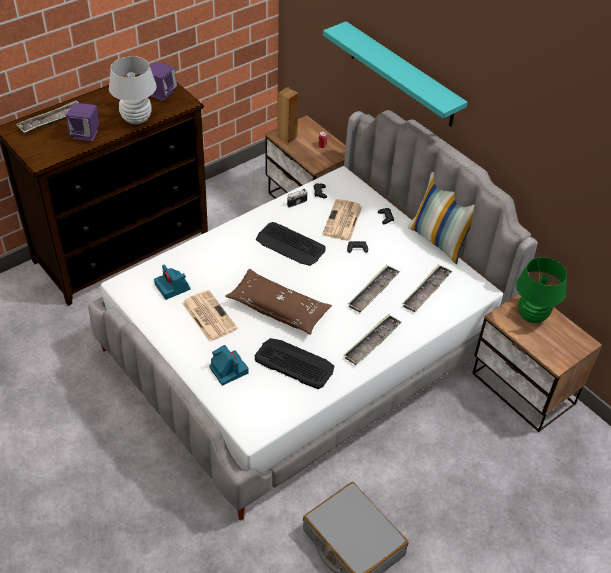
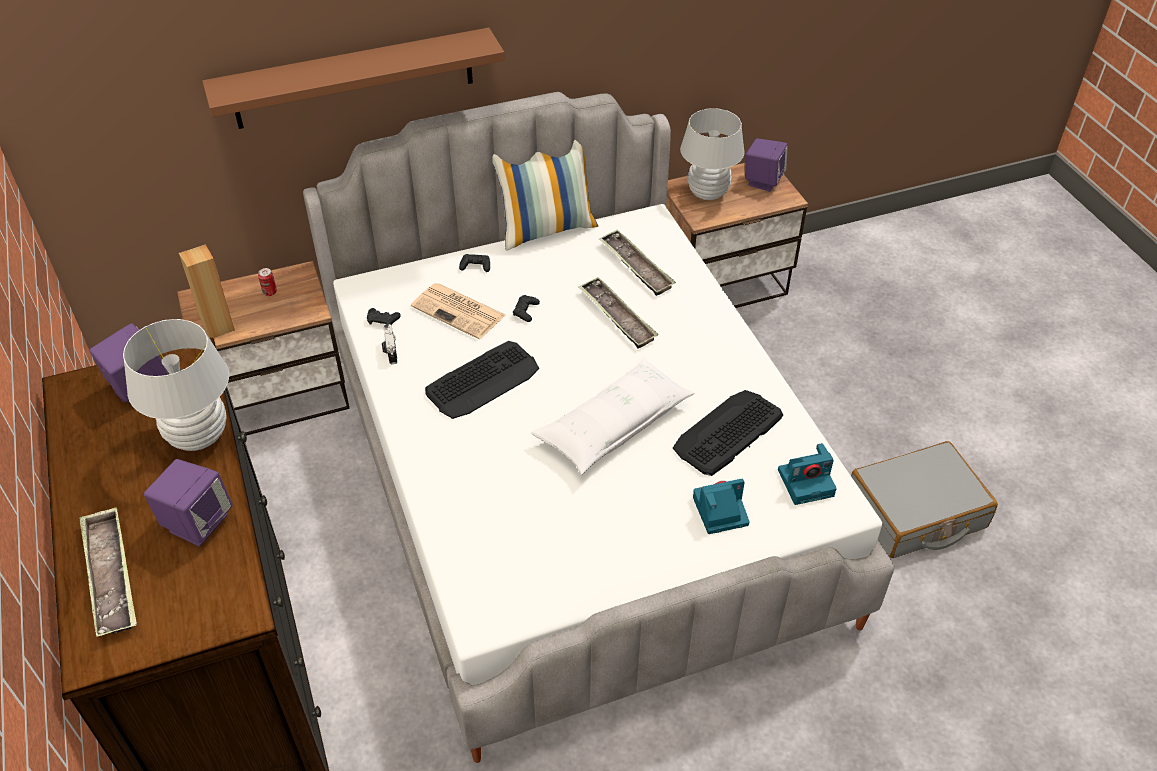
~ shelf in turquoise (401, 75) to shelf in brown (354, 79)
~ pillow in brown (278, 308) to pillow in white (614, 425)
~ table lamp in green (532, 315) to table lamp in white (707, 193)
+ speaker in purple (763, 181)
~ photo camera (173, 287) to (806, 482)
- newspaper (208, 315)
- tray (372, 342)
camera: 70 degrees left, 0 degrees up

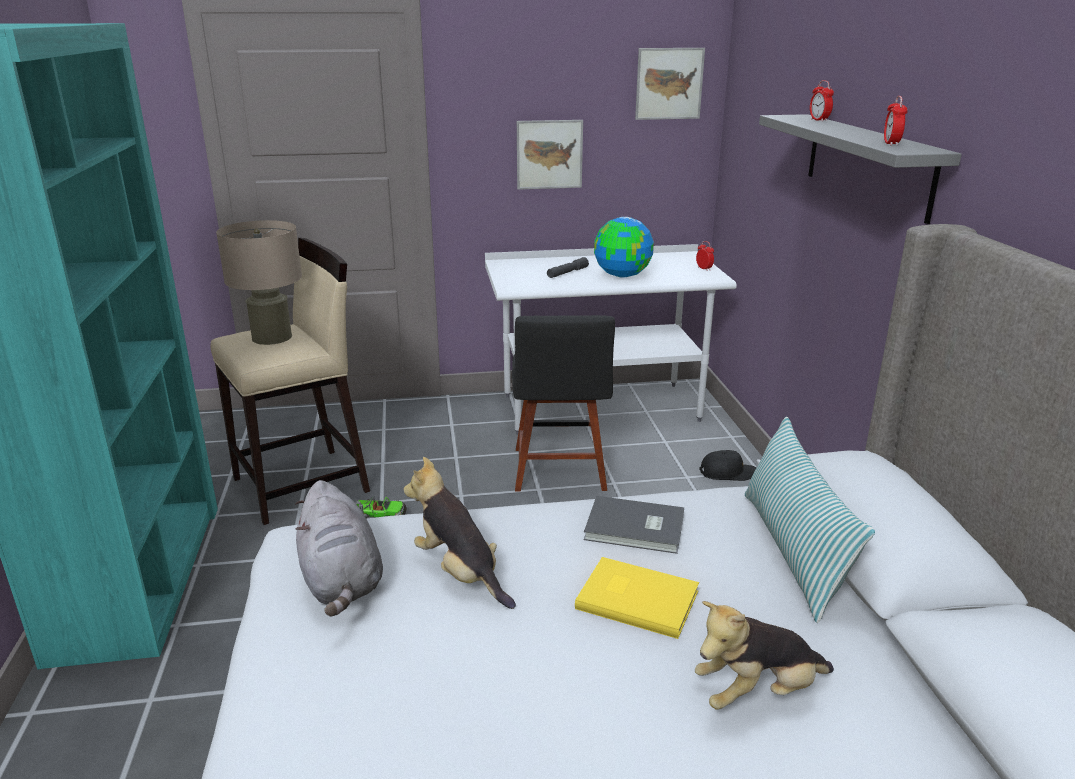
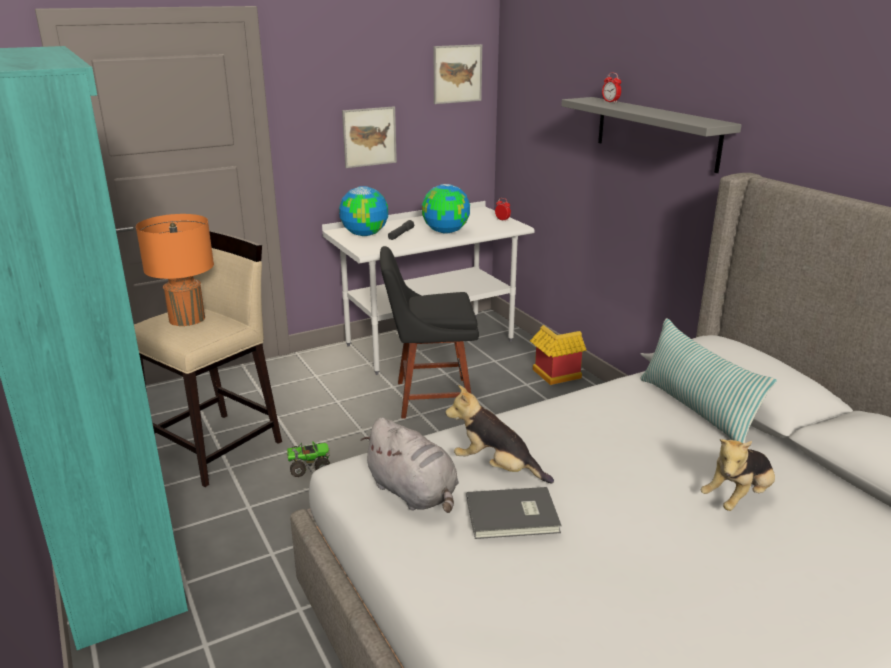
~ table lamp in beige (272, 337) to table lamp in orange (187, 319)
+ globe (364, 234)
~ chair in black (559, 472) = (429, 398) 105 degrees clockwise
~ book in grey (636, 529) to (514, 516)
~ cap in black (728, 473) to toy house (553, 376)
- book in yellow (636, 598)
- alarm clock (891, 144)
camera: 20 degrees left, 0 degrees up

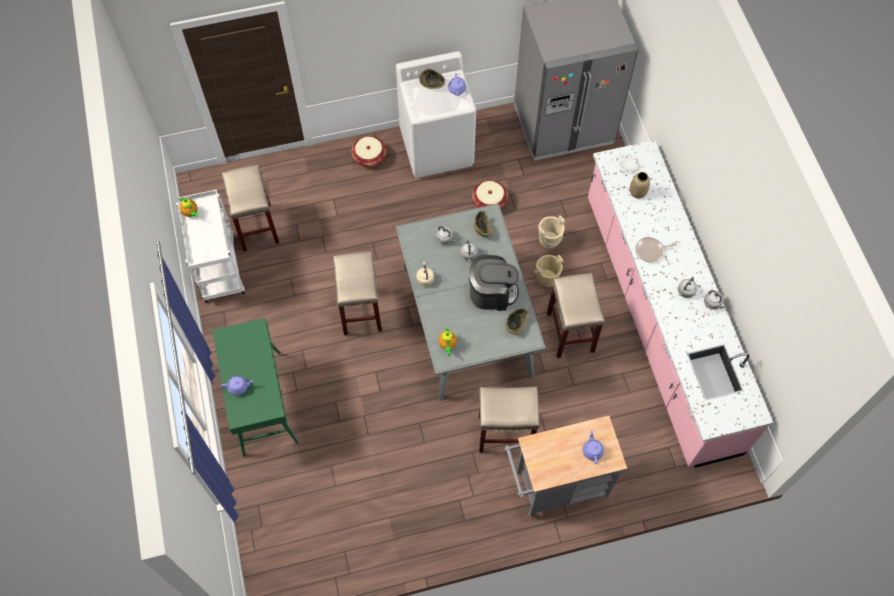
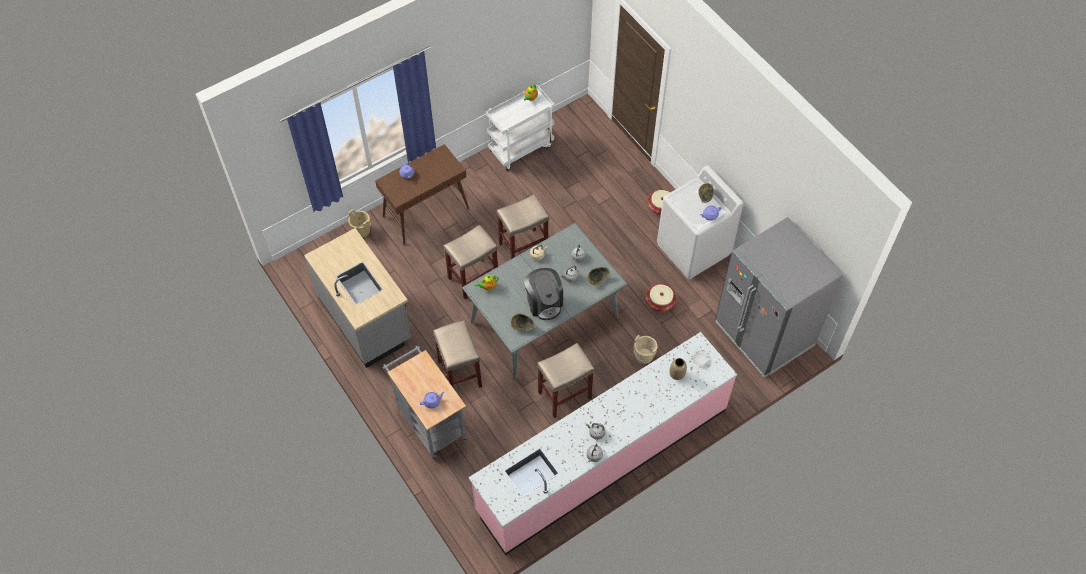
+ counter in grey (365, 319)
~ bucket in beige (547, 278) to (361, 230)
~ console table in green (261, 402) to console table in brown (426, 212)
~ stool in beige (256, 226) to (473, 278)
- frying pan (650, 251)
camera: 70 degrees right, 5 degrees down

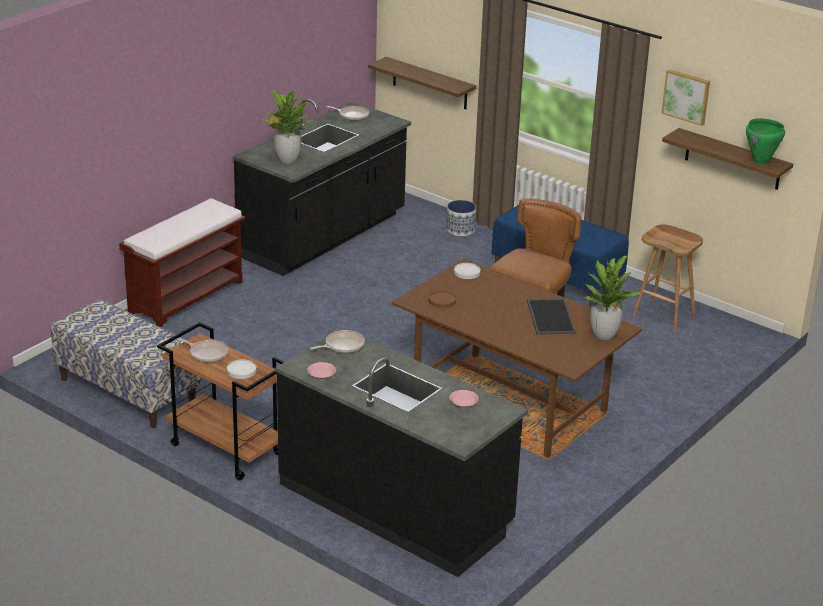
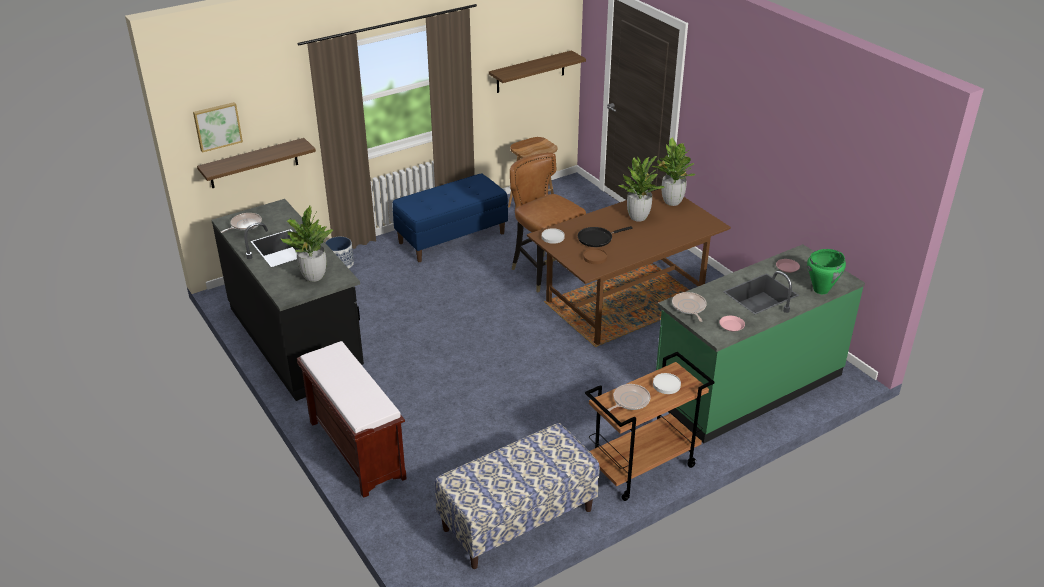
~ picture (686, 96) to (217, 126)
+ frying pan in black (597, 238)
~ tray (549, 316) to potted plant (638, 217)
~ counter in black (396, 505) to counter in green (747, 386)
~ cooking pot in green (761, 161) to (821, 290)
camera: 70 degrees left, 5 degrees up

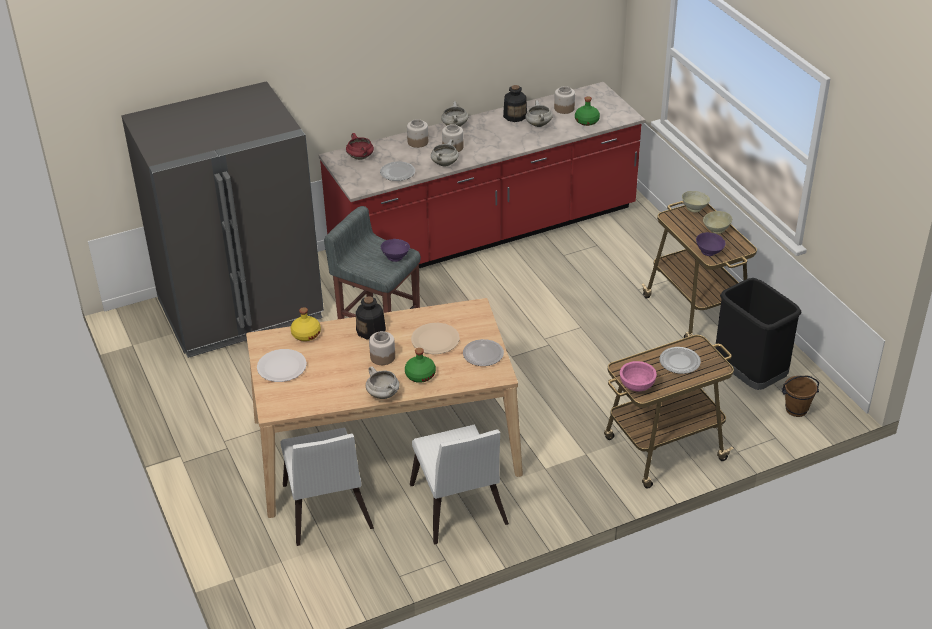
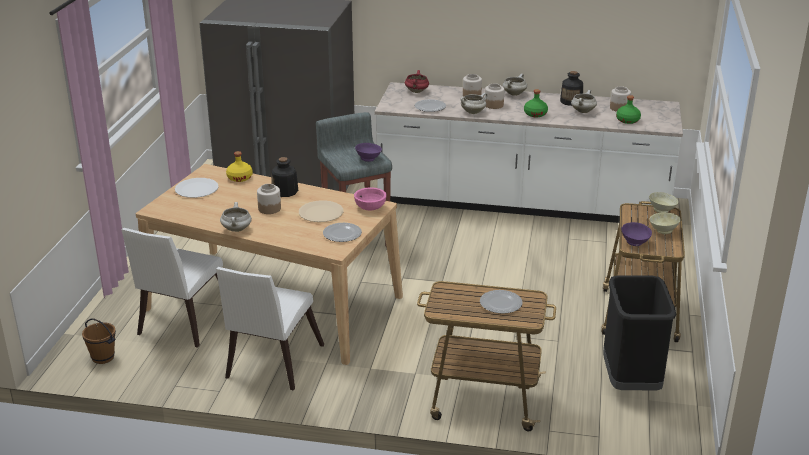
~ bucket in brown (796, 410) to (102, 358)
~ bowl in pink (636, 385) to (370, 207)
~ counter in red (485, 233) to counter in white (522, 203)
~ bottle in green (420, 375) to (535, 114)
camera: 35 degrees right, 10 degrees down

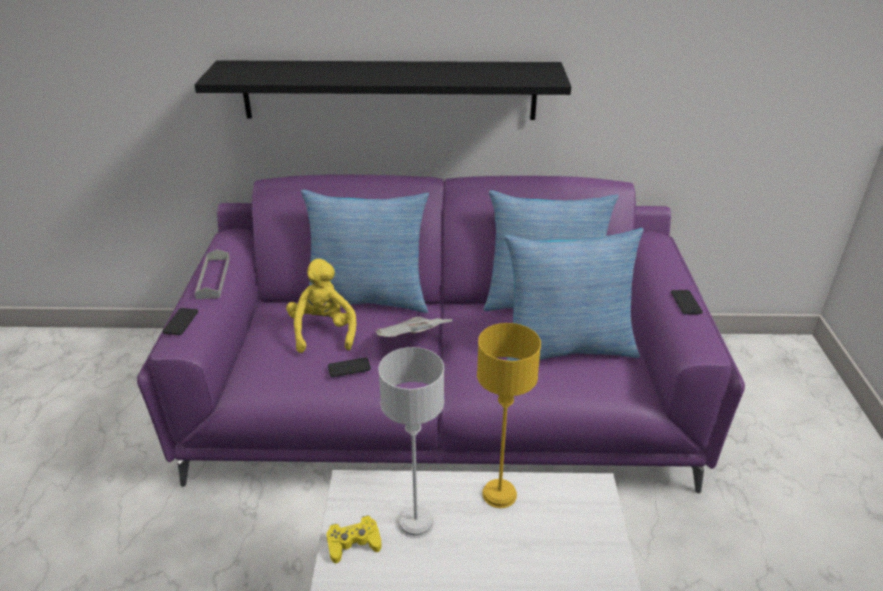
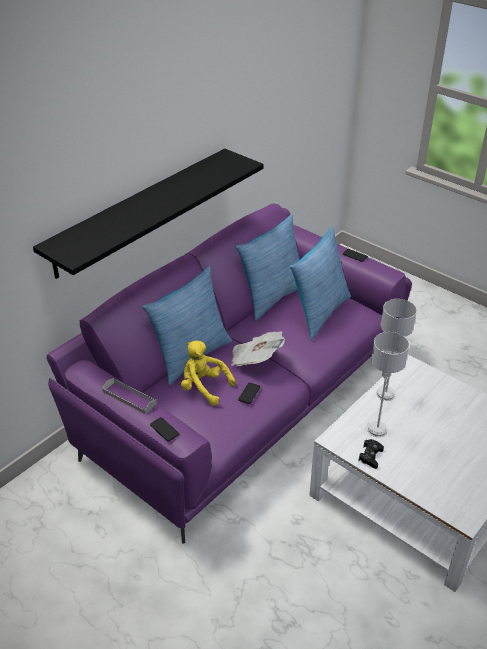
~ game controller in yellow (353, 543) to game controller in black (370, 456)
~ table lamp in yellow (500, 494) to table lamp in grey (385, 393)
camera: 50 degrees left, 5 degrees up

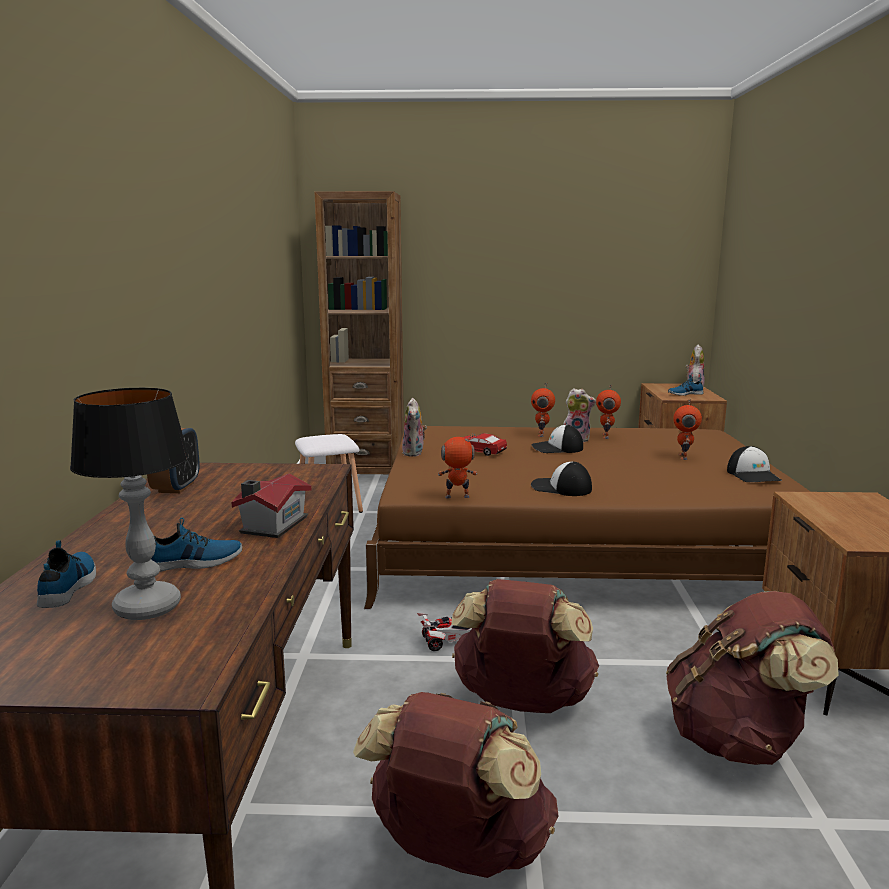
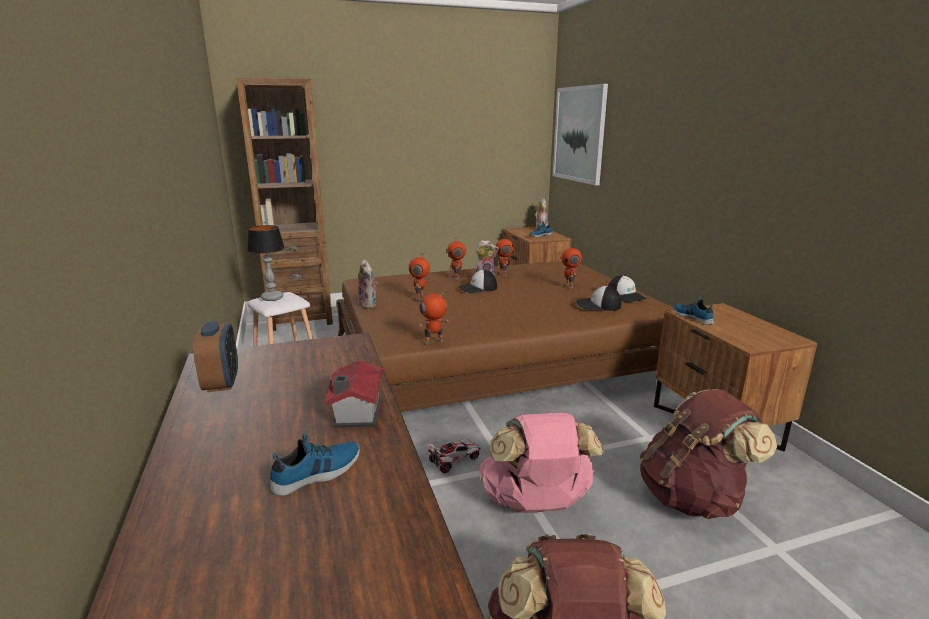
~ table lamp (147, 607) to (272, 298)
~ toy car (479, 451) to toy robot (420, 297)
~ backpack in brown (522, 703) to backpack in pink (536, 504)
+ picture (579, 134)
~ cap (561, 488) to (598, 305)
~ shoe (70, 585) to (693, 317)
camera: 20 degrees left, 5 degrees up

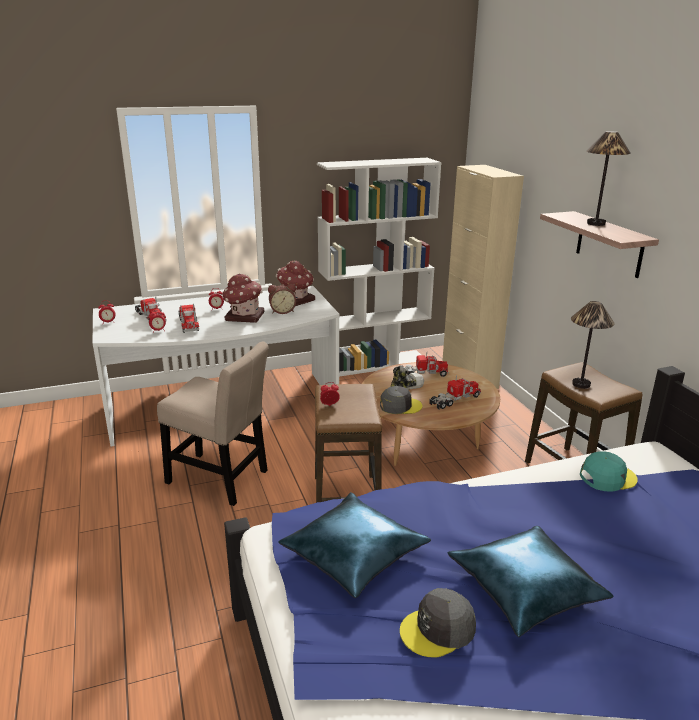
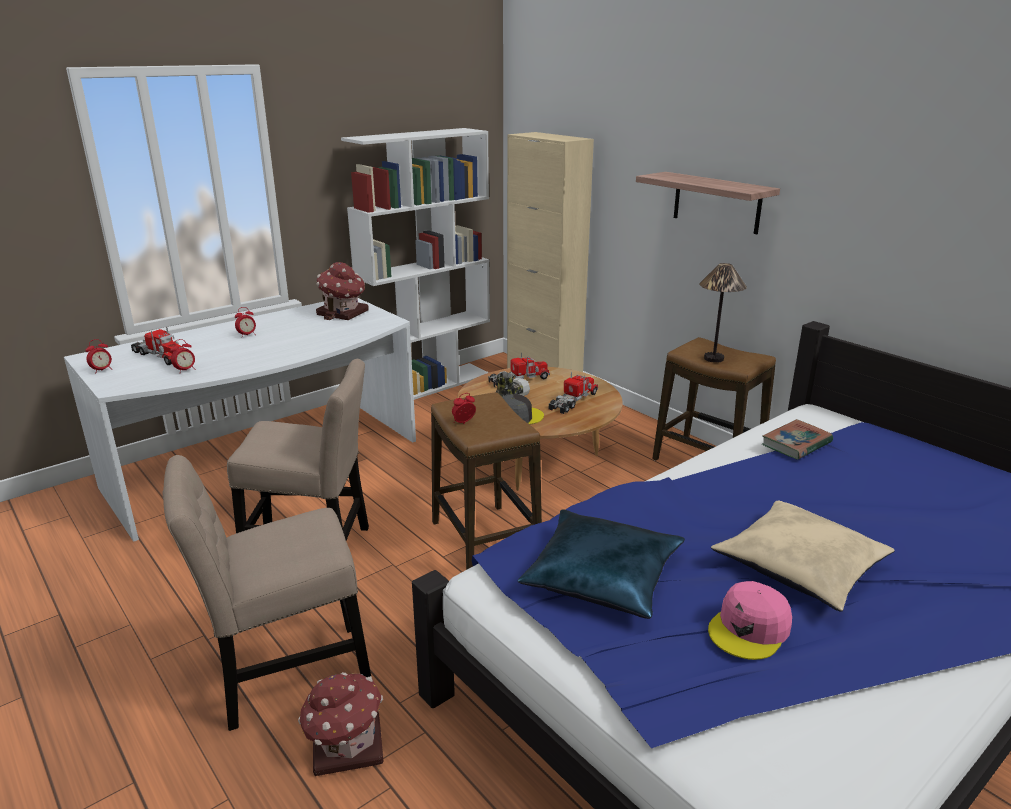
+ chair in beige (286, 675)
~ toy house (244, 316) to (346, 746)
~ cap in grey (438, 629) to cap in pink (750, 629)
~ pillow in blue (526, 589) to pillow in beige (801, 567)
~ cap in turquoise (607, 477) to book (796, 444)
- toy truck (188, 324)
- alarm clock (282, 311)
- table lamp (595, 223)
camera: 20 degrees left, 0 degrees up

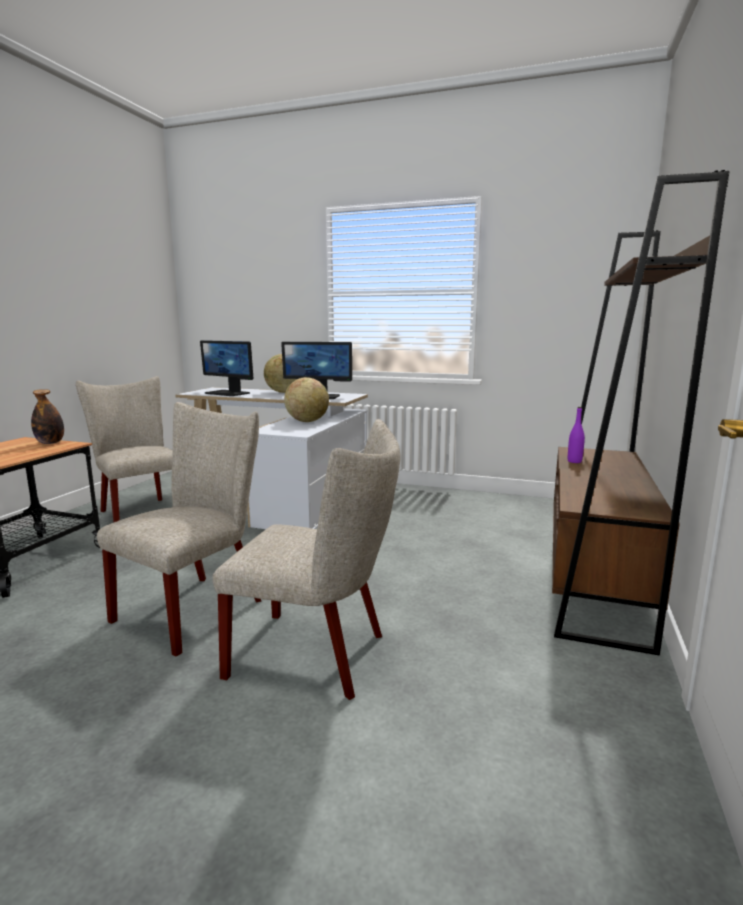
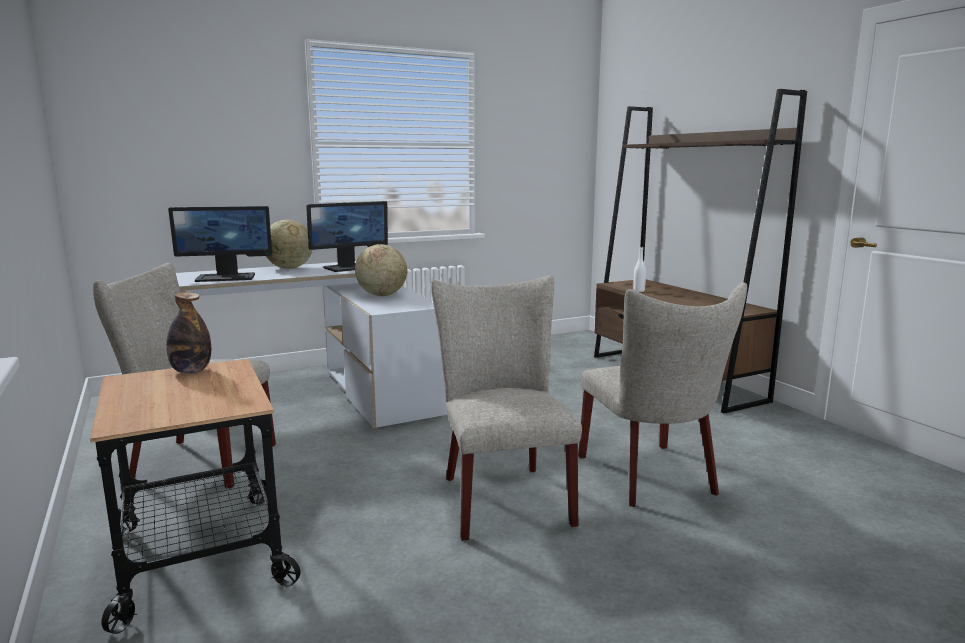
~ chair in beige (317, 655) = (651, 478) 105 degrees clockwise
~ bottle in purple (574, 461) to bottle in white (638, 291)
camera: 45 degrees left, 0 degrees up

